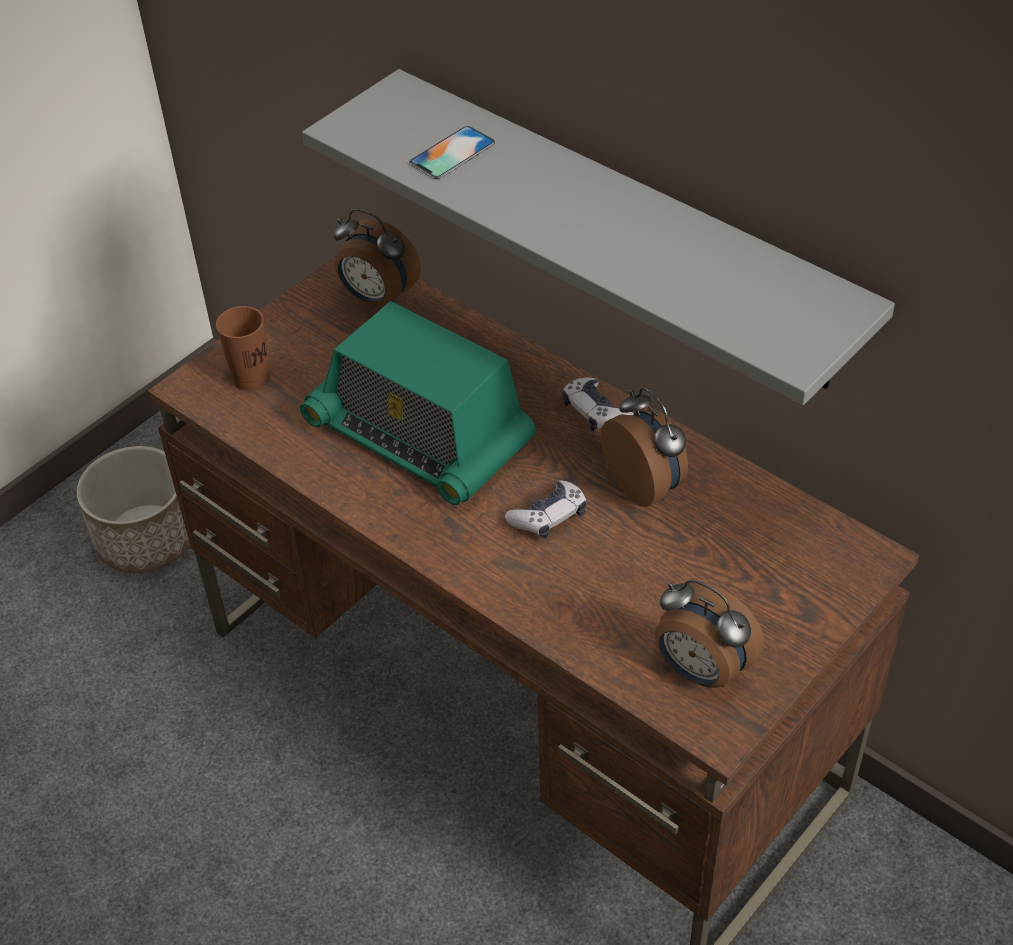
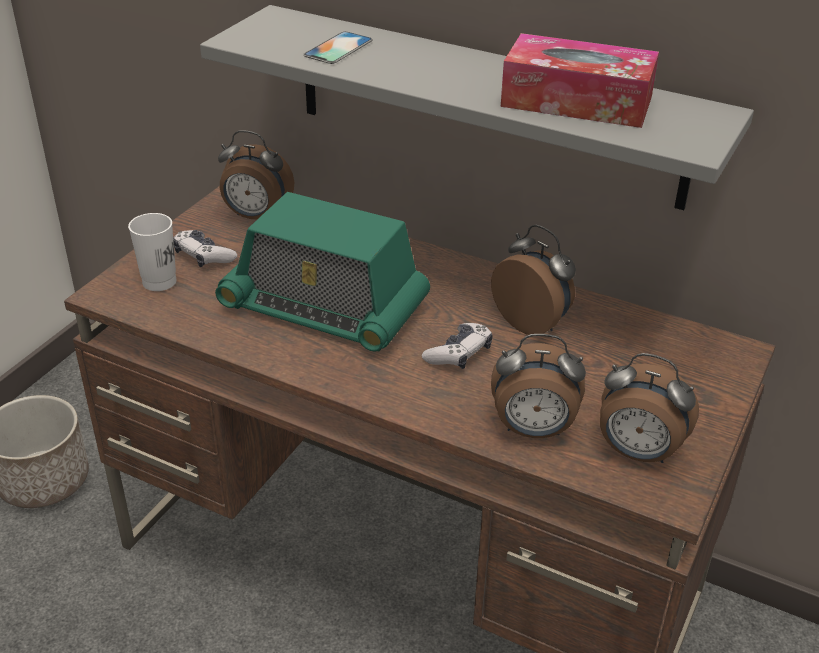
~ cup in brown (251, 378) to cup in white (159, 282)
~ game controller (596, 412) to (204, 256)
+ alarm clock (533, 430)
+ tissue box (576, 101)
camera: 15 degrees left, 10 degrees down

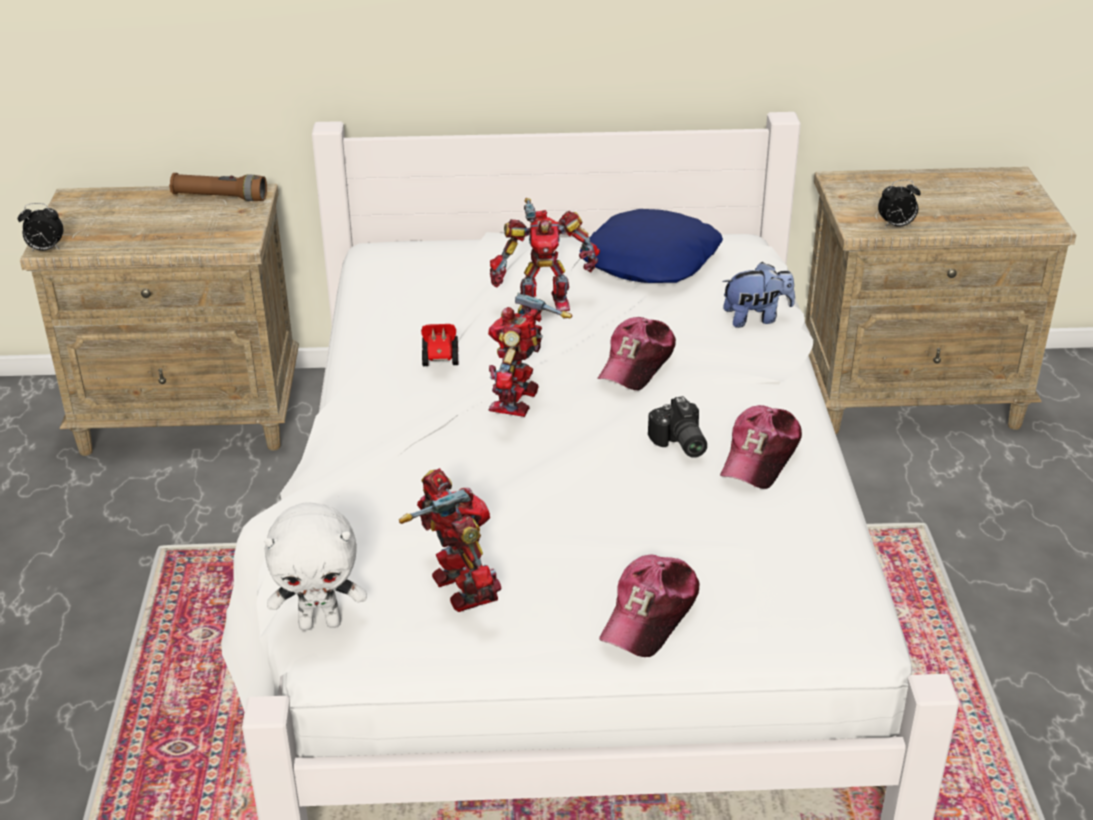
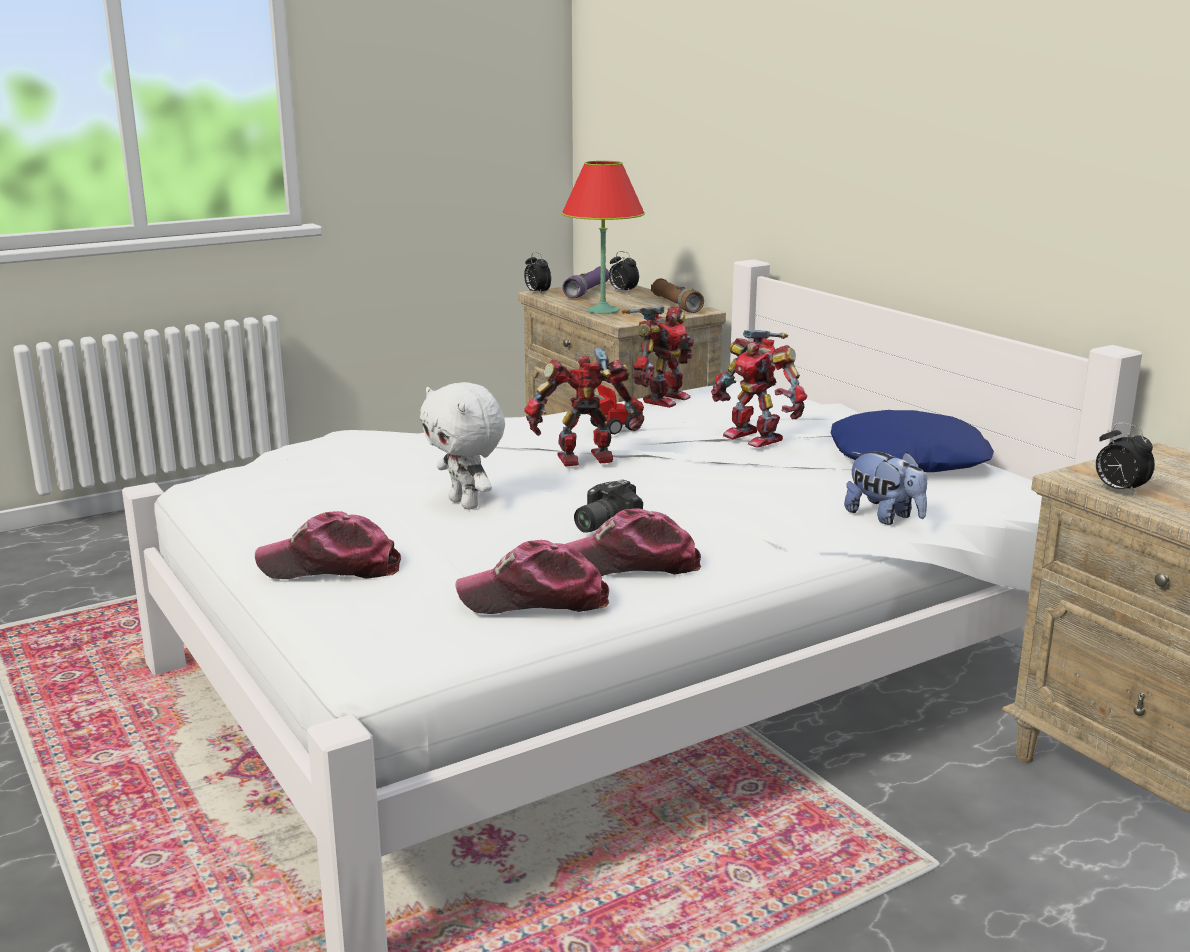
~ plush toy in white (321, 623) to (466, 504)
~ cap (637, 364) to (535, 599)
+ table lamp in red (602, 310)
+ flashlight in purple (587, 292)
+ alarm clock (622, 291)
~ toy robot (459, 591) to (662, 399)
camera: 60 degrees right, 15 degrees down

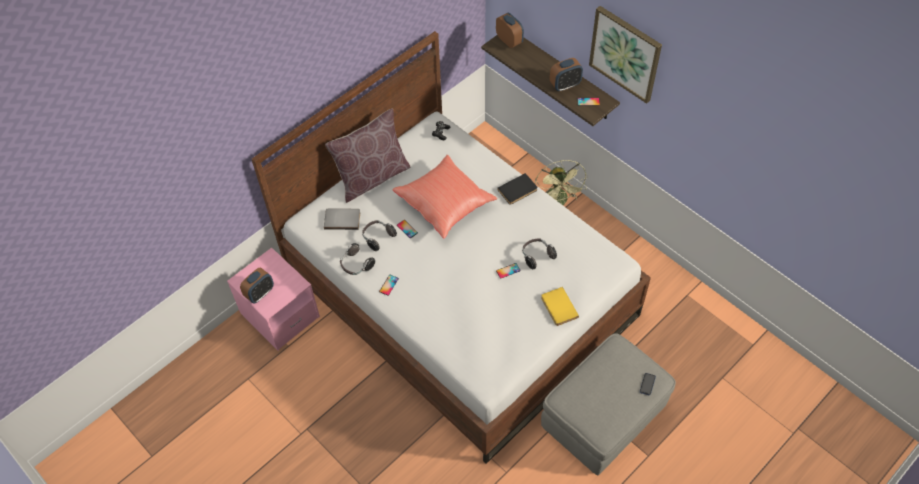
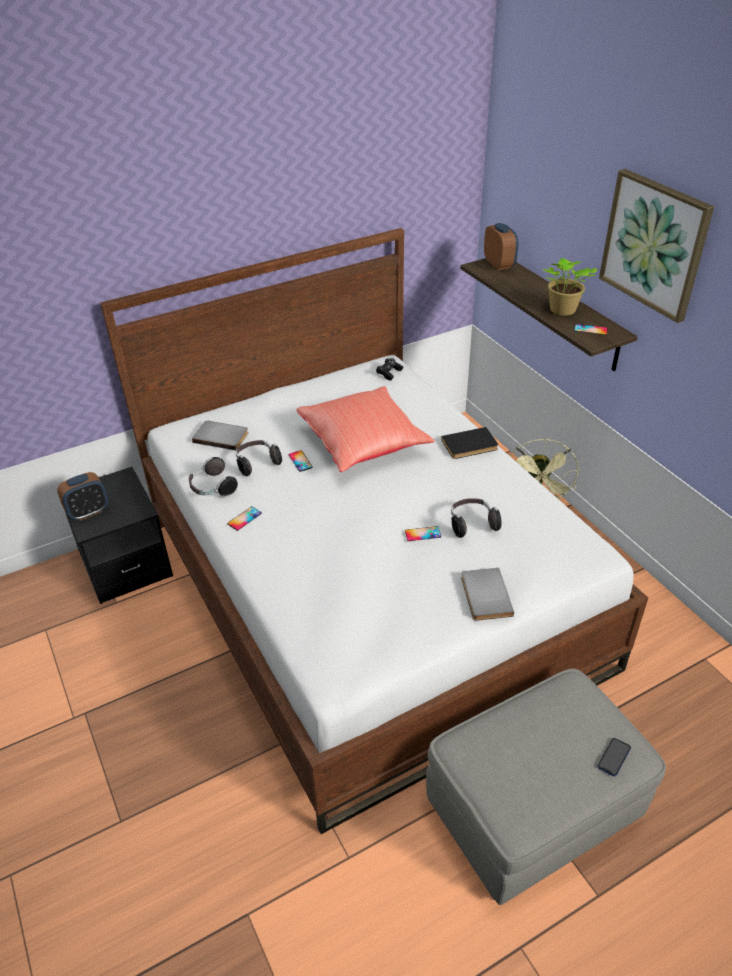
~ nightstand in pink (280, 315) to nightstand in black (125, 564)
~ book in yellow (558, 308) to book in grey (484, 596)
~ alarm clock (565, 85) to potted plant (561, 310)
- pillow in brown (372, 177)
camera: 15 degrees right, 15 degrees down

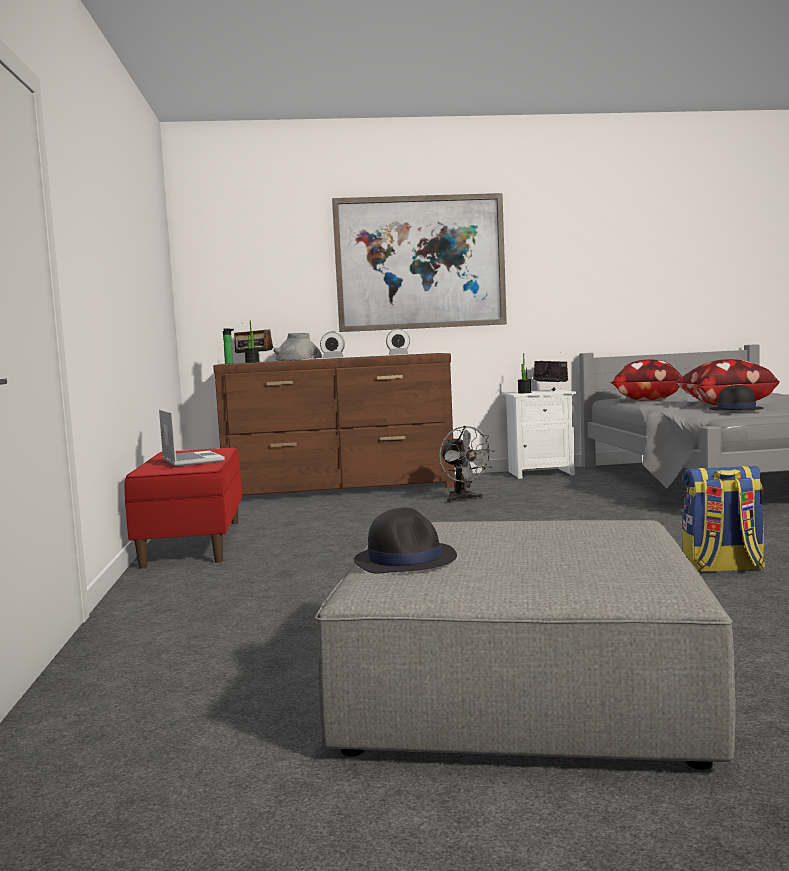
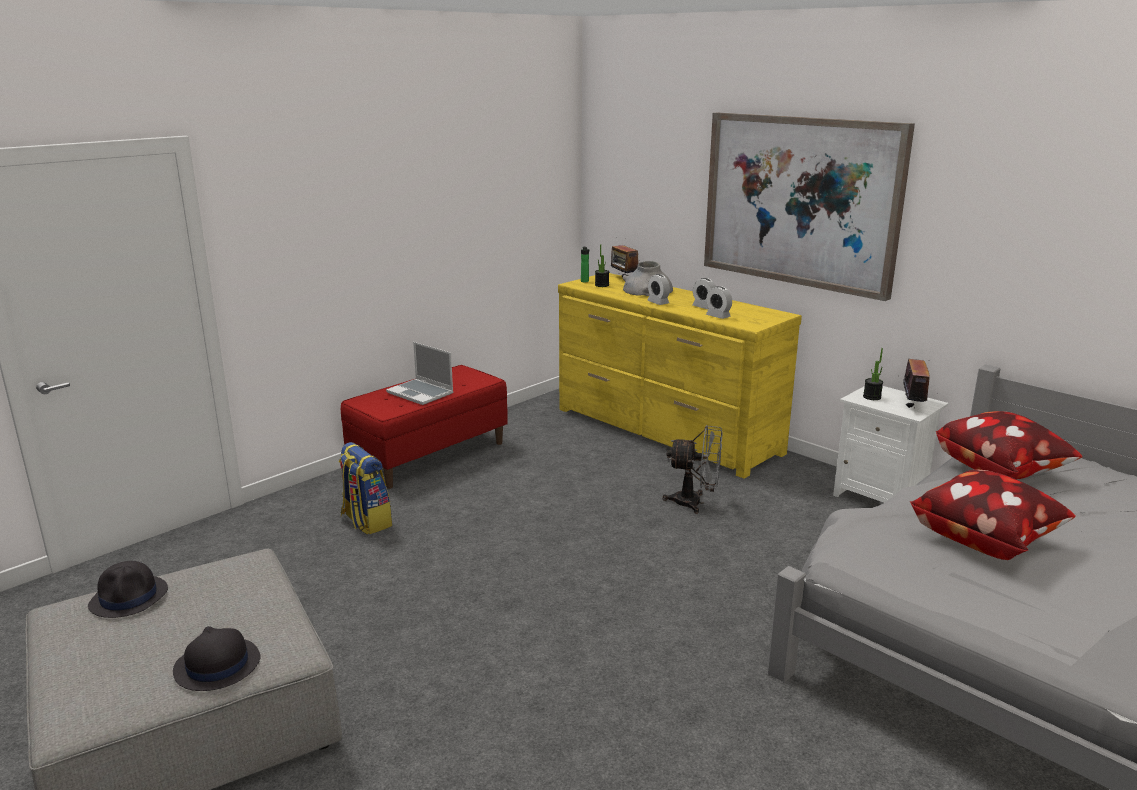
~ hat in black (736, 410) to (216, 666)
~ backpack (722, 568) to (365, 521)
~ laptop (191, 460) = (421, 393) 105 degrees clockwise
~ dresser in brown (340, 489) to dresser in yellow (665, 431)
~ fan in grey (463, 499) = (695, 503) 105 degrees counterclockwise
+ alarm clock (704, 307)
camera: 50 degrees right, 15 degrees up

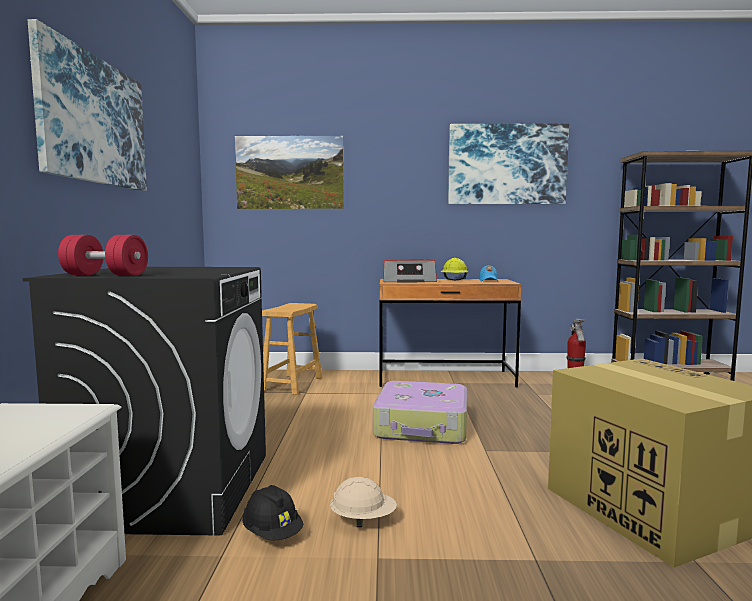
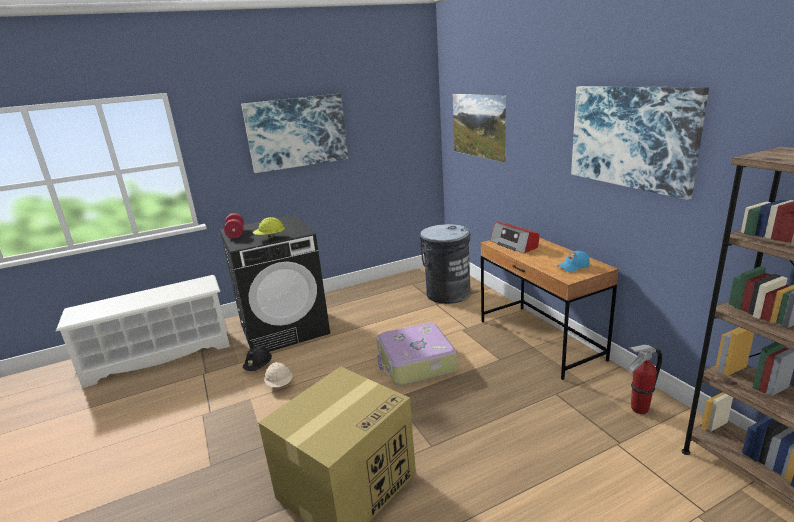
~ hard hat in yellow (454, 280) to (270, 238)
~ stool in brown (292, 384) to trash can in grey (447, 293)
camera: 65 degrees right, 15 degrees up

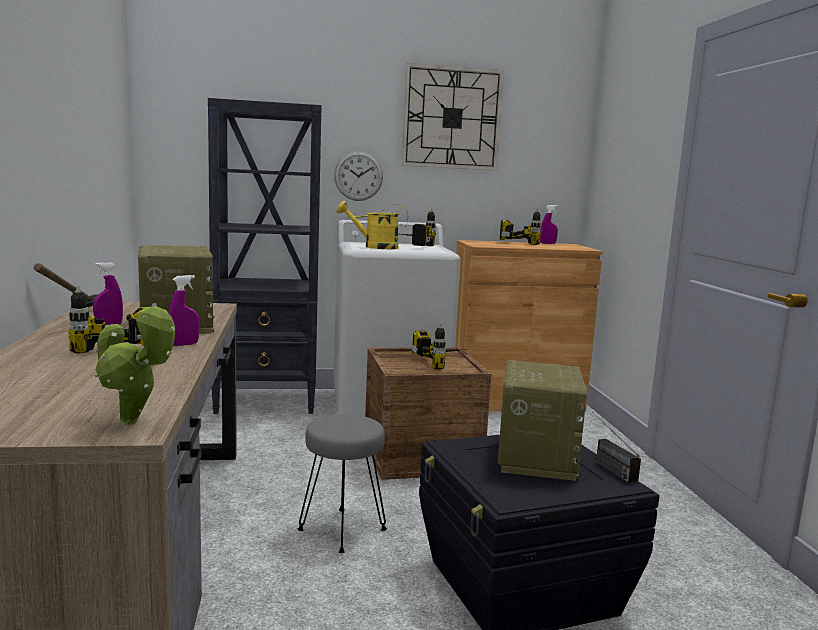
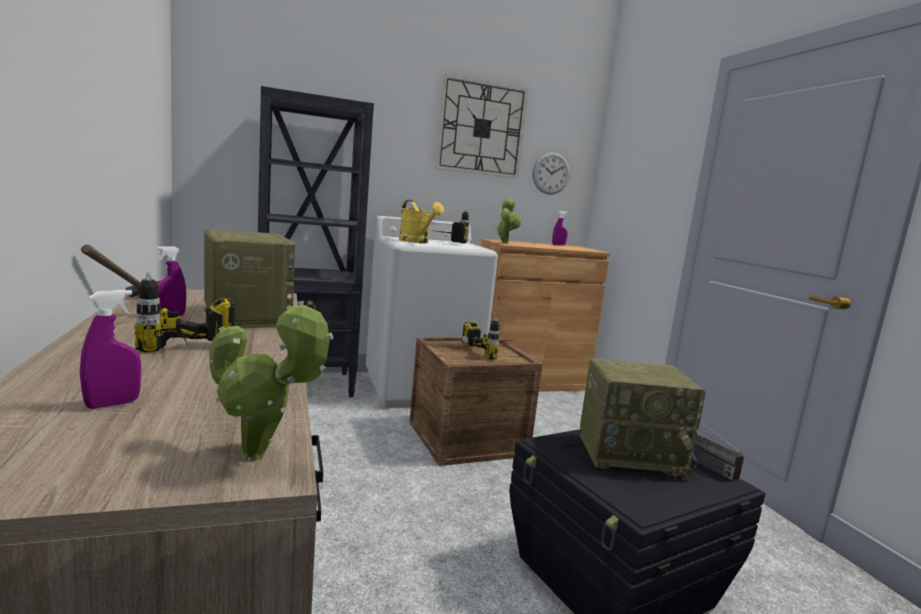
~ spray bottle in purple (184, 344) to (112, 404)
~ watering can in yellow (374, 247) = (417, 242) 120 degrees counterclockwise
+ potted plant (505, 243)
~ wall clock (358, 176) to (551, 173)
~ radio (535, 457) = (631, 453) 90 degrees clockwise
- stool in grey (342, 530)
- power drill (523, 242)
camera: 10 degrees left, 0 degrees up

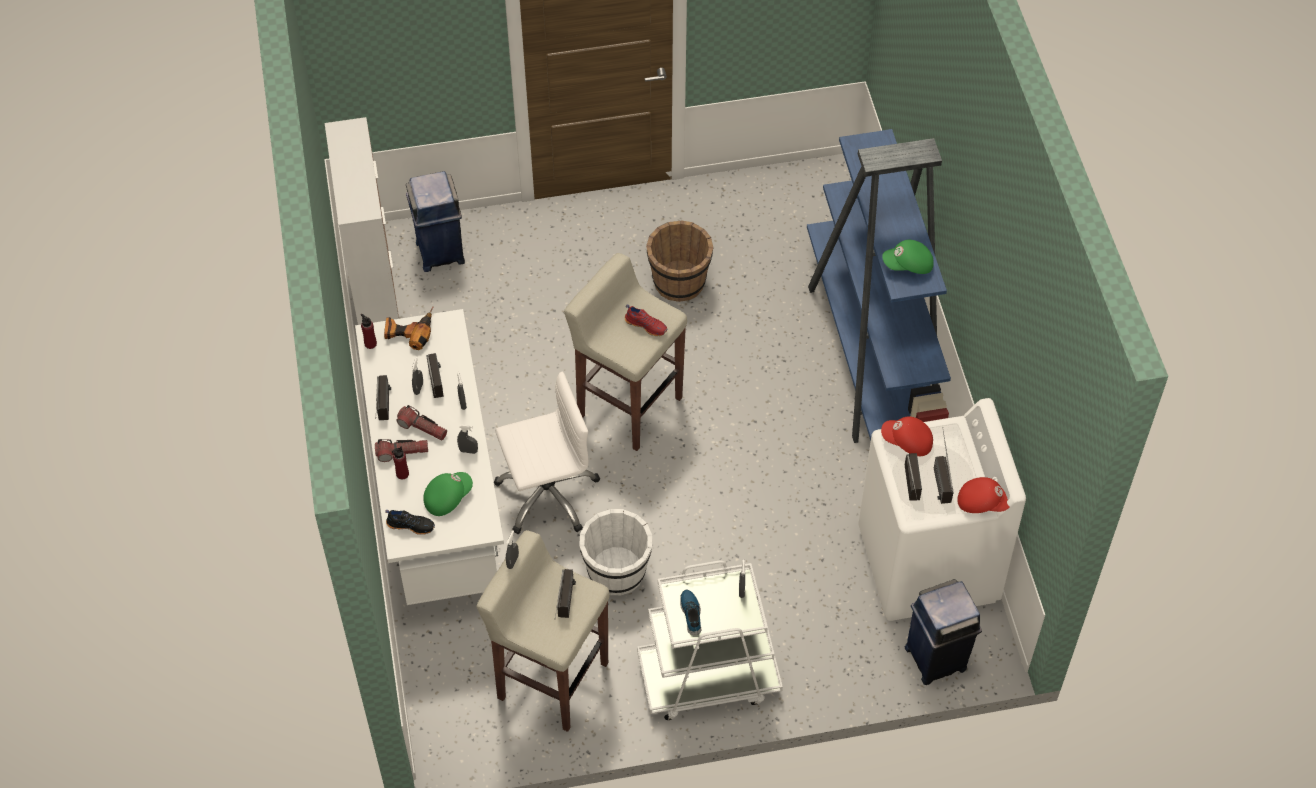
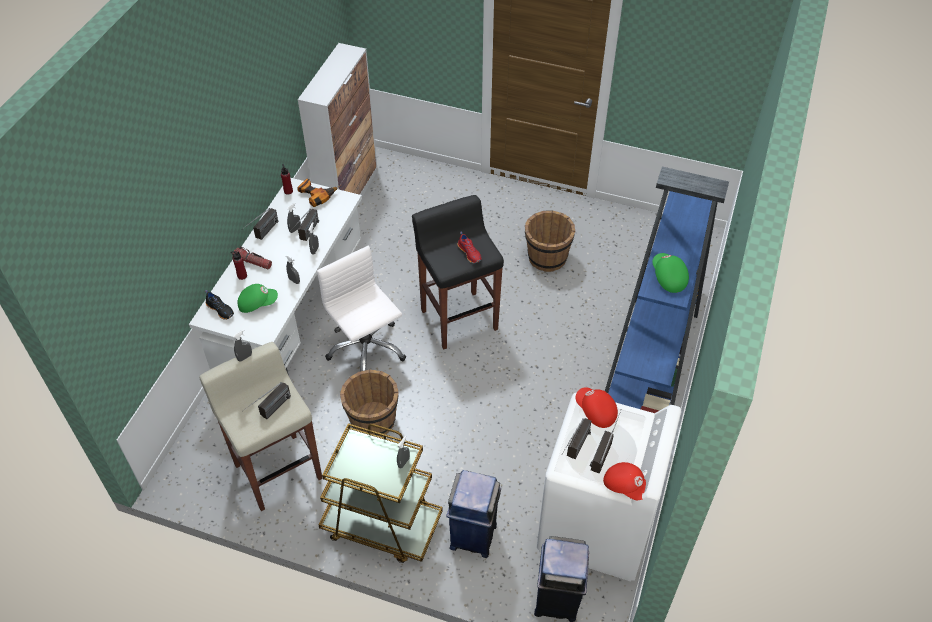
~ office chair in white (547, 494) = (366, 349) 135 degrees counterclockwise
~ cart in white (708, 678) to cart in brown (381, 525)
~ bucket in white (616, 572) to bucket in brown (373, 421)
~ stool in beige (628, 406) to stool in black (458, 319)
~ trash can in blue (440, 251) to (473, 535)
~ cap in green (908, 265) = (668, 277) 45 degrees clockwise
- flashlight (422, 428)
- shoe (691, 613)
camera: 30 degrees right, 5 degrees down

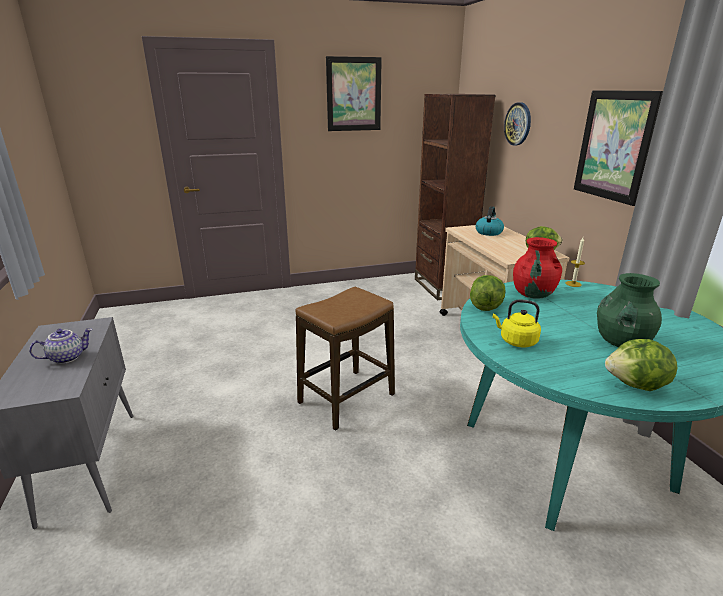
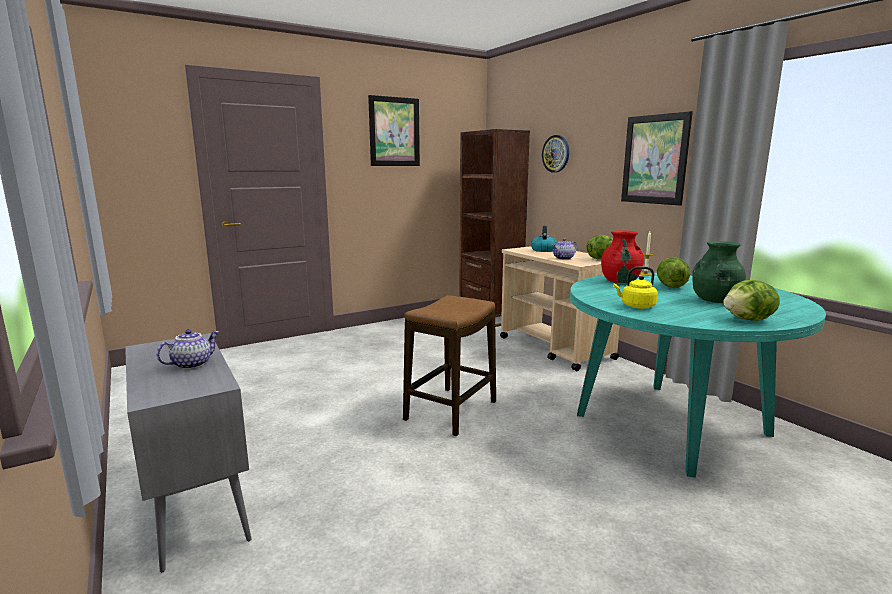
+ teapot (563, 258)
~ lettuce (486, 306) to (670, 286)
camera: 15 degrees left, 10 degrees down

